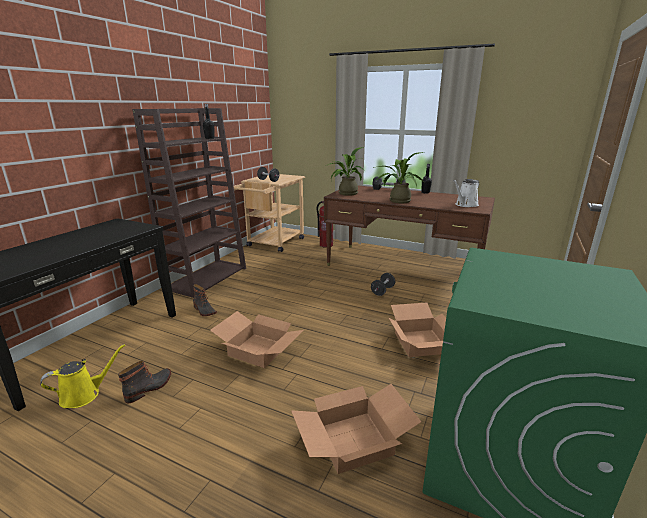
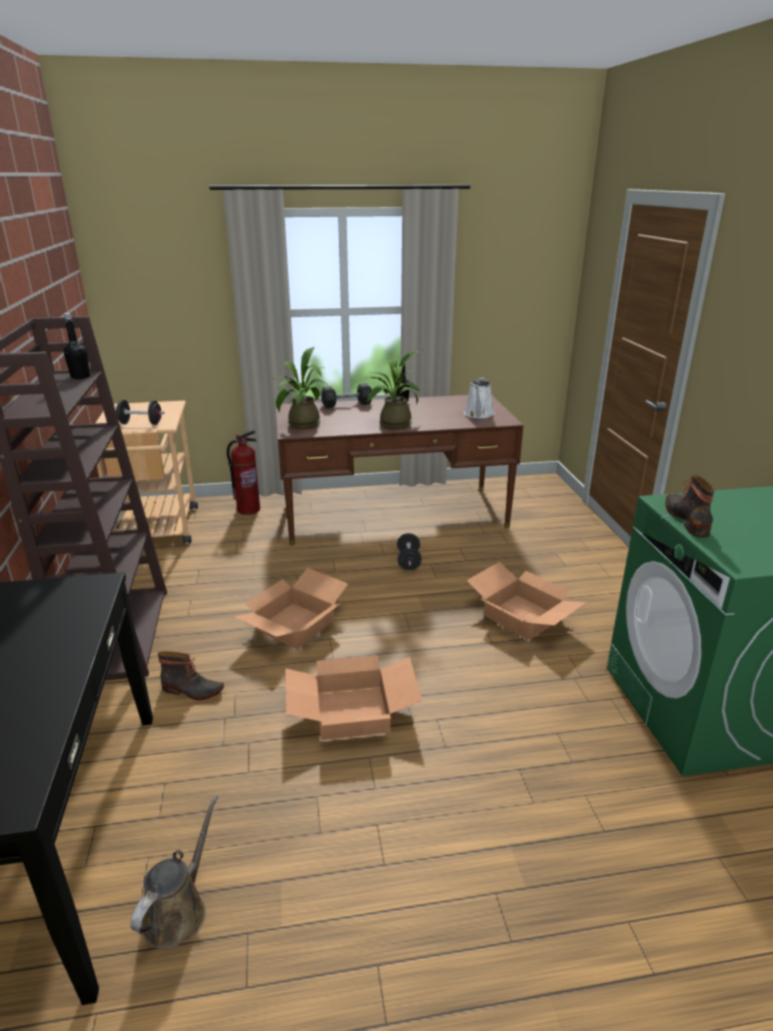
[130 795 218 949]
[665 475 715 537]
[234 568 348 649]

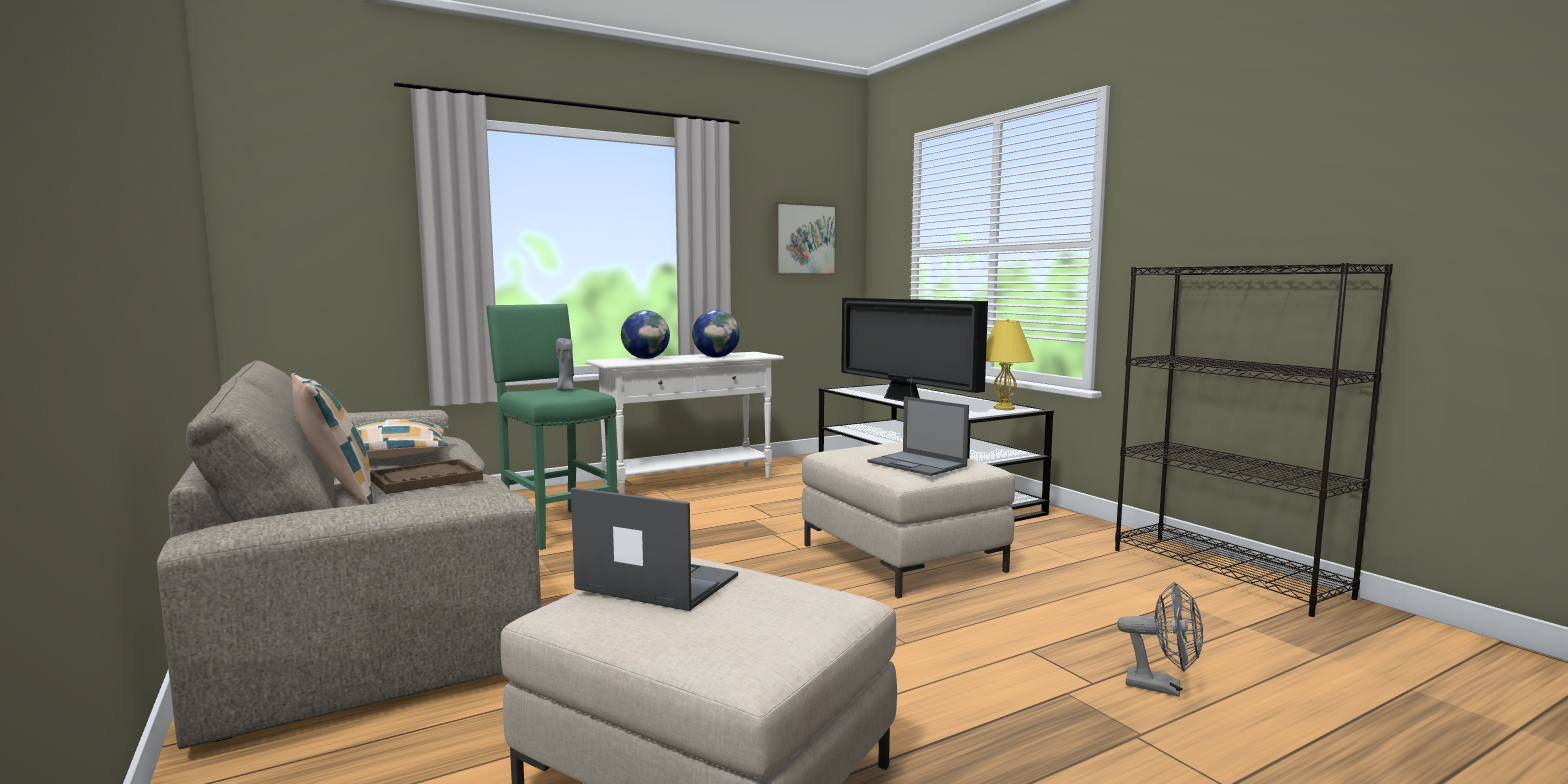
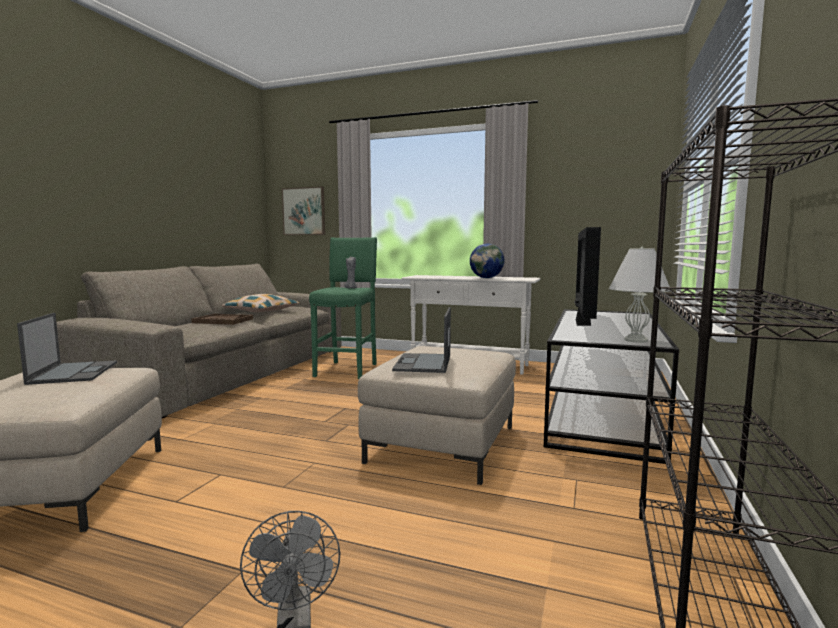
[282 186 325 235]
[621 310 670 359] (first image)
[609 246 671 343]
[291 373 373 505] (first image)

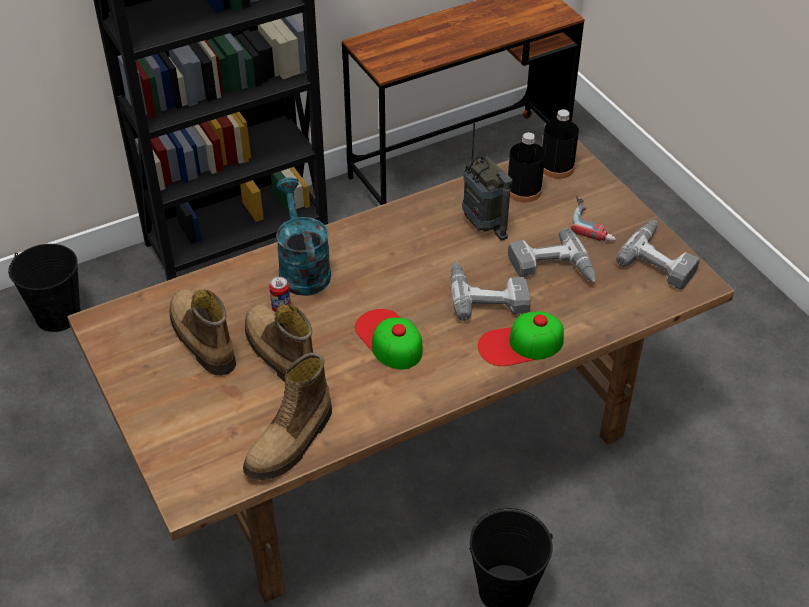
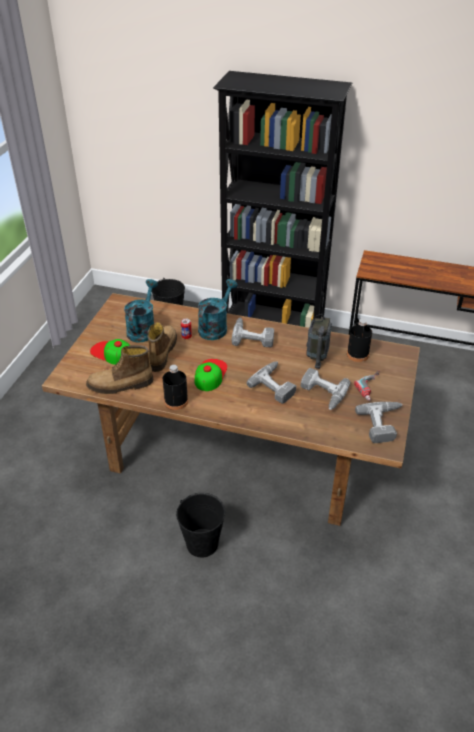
[163 365 188 410]
[124 279 158 343]
[90 339 130 365]
[232 317 274 347]

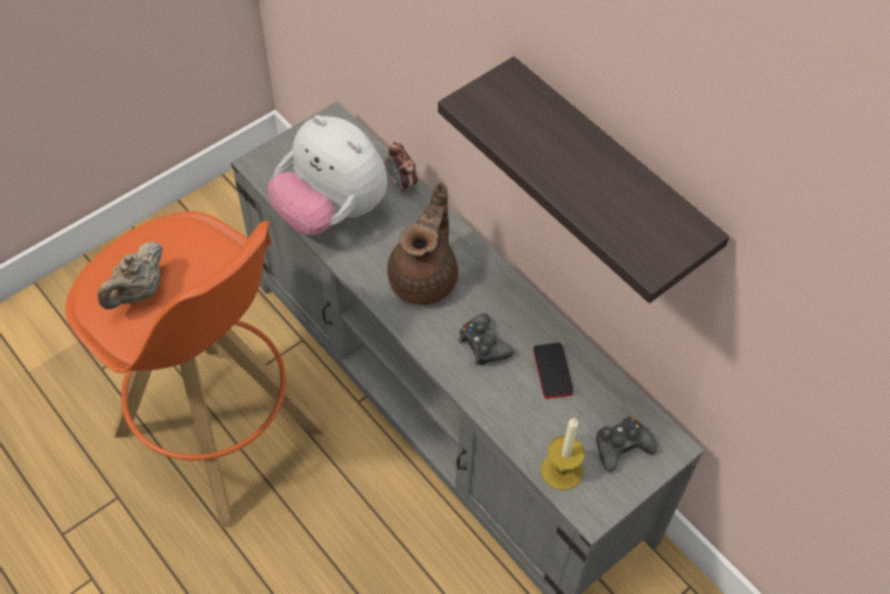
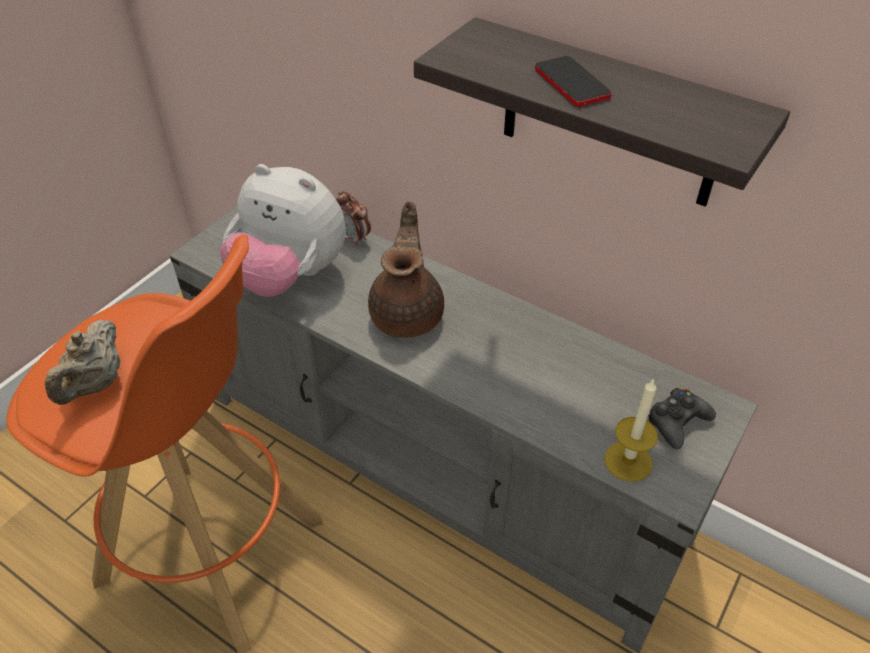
[458 313 515 365] (first image)
[535 56 612 107]

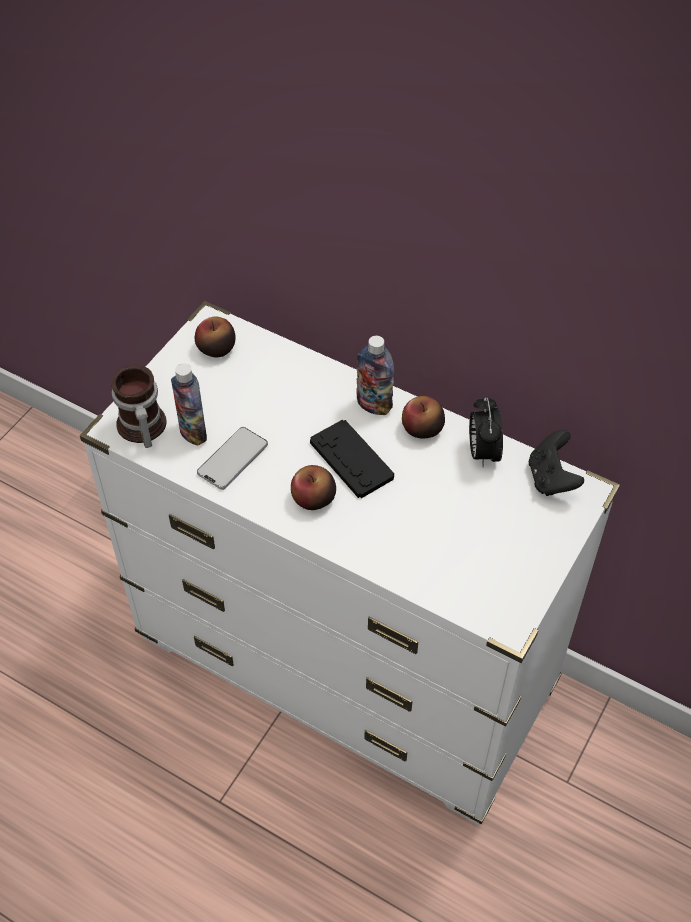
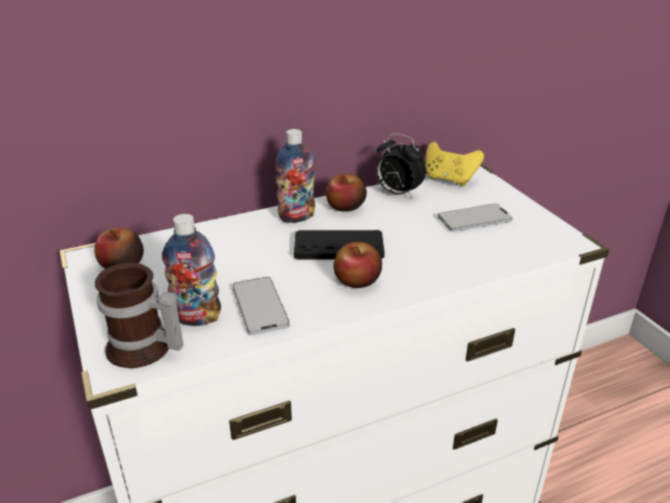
[426 142 484 187]
[438 204 513 232]

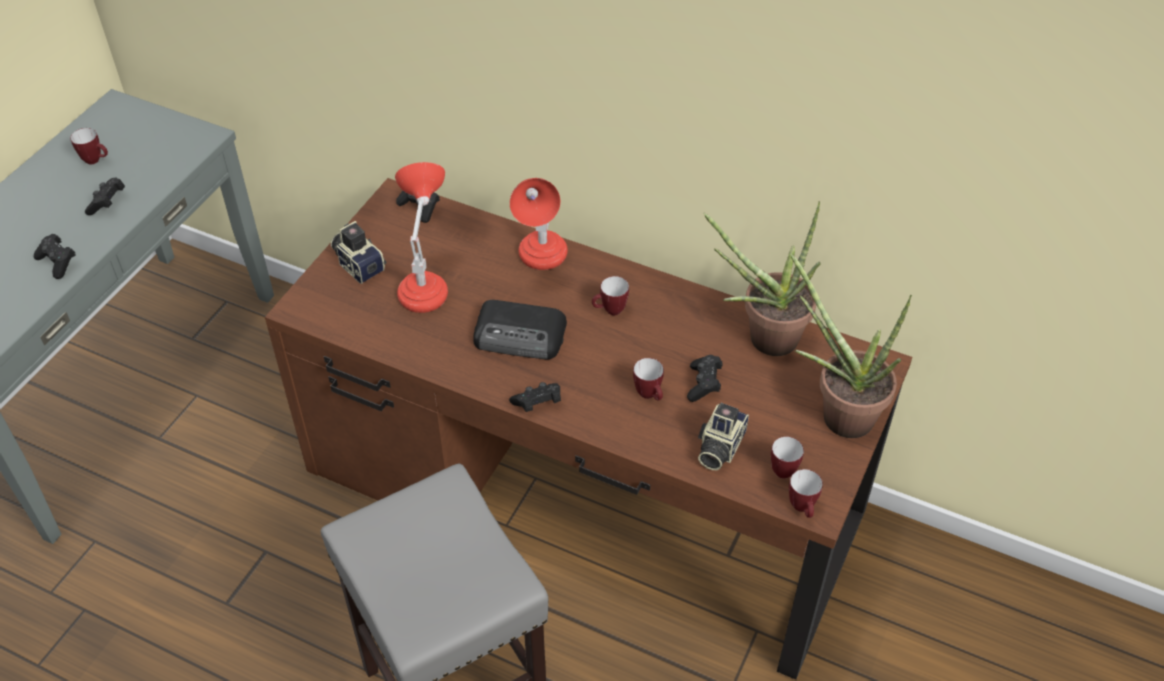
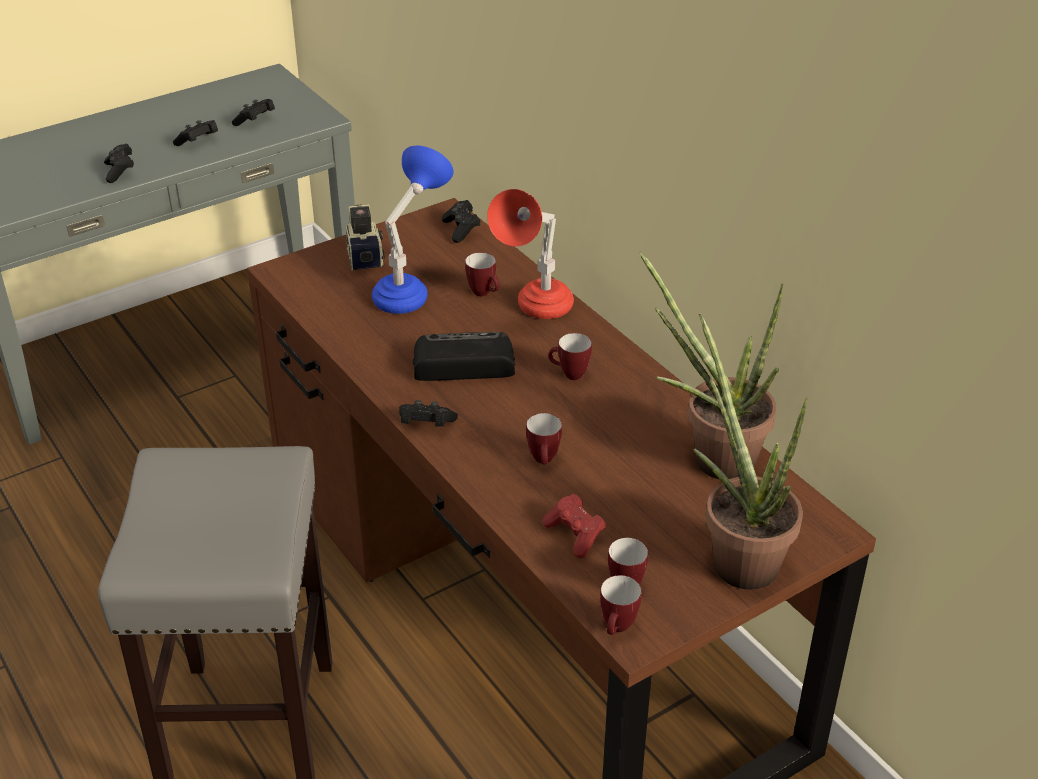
[465 252 500 296]
[372 146 454 314]
[413 332 515 381]
[232 99 275 126]
[543 494 606 558]

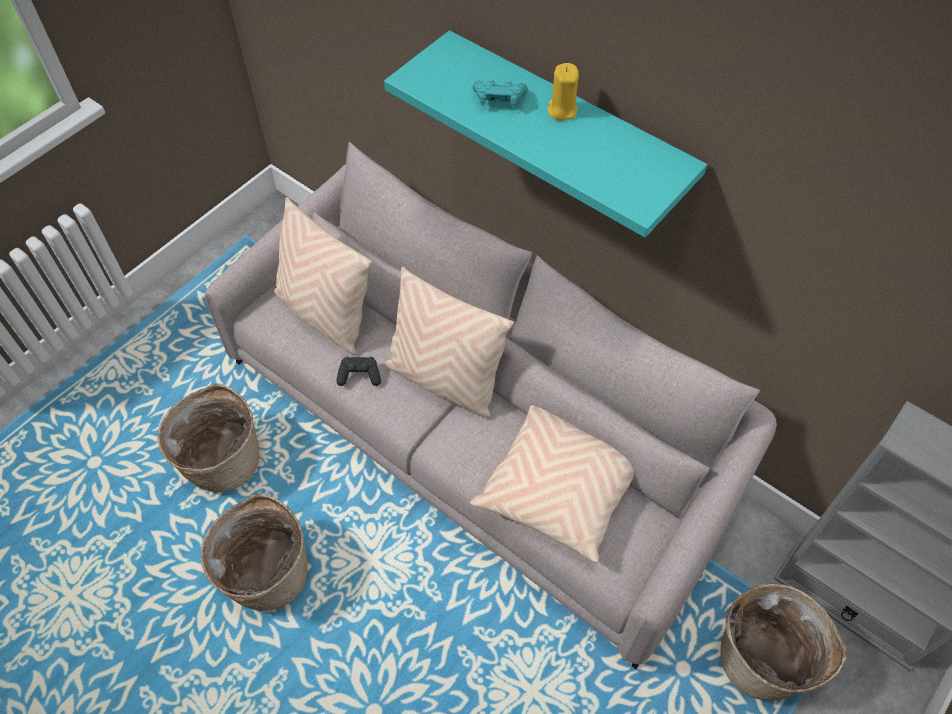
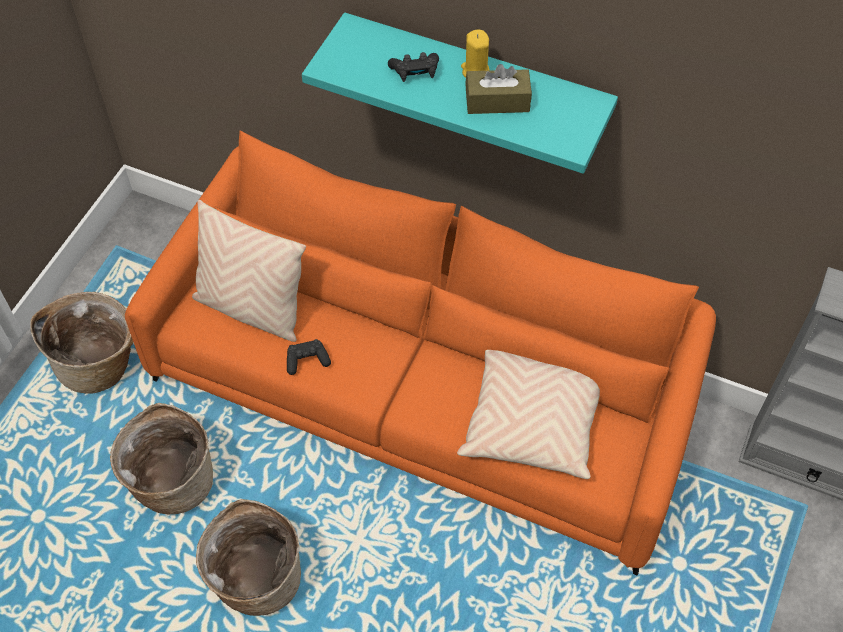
[388 52 439 82]
[125 131 716 576]
[385 267 514 418] (first image)
[30 292 134 394]
[465 64 532 114]

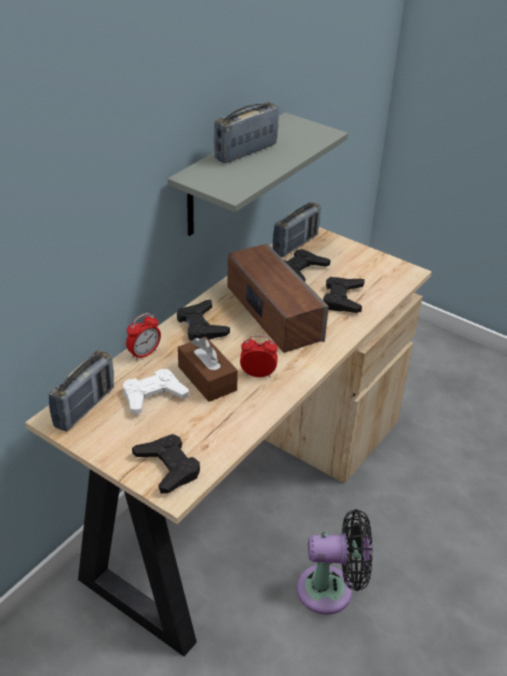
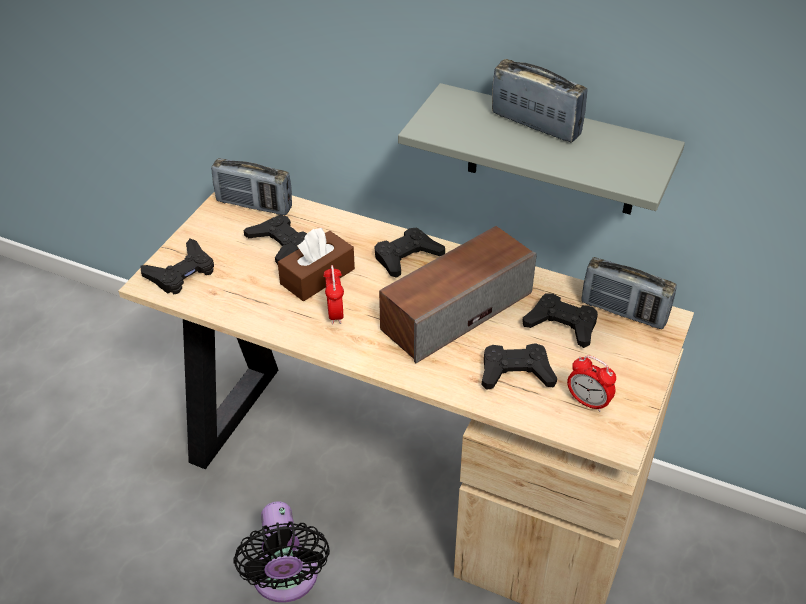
[567 355 616 412]
[243 215 307 265]

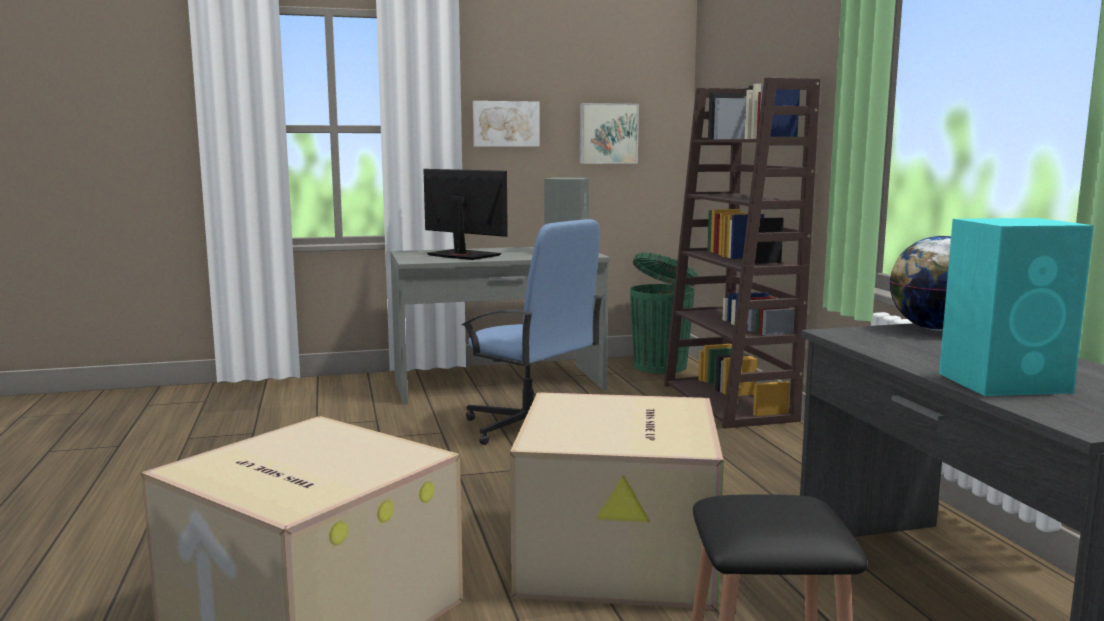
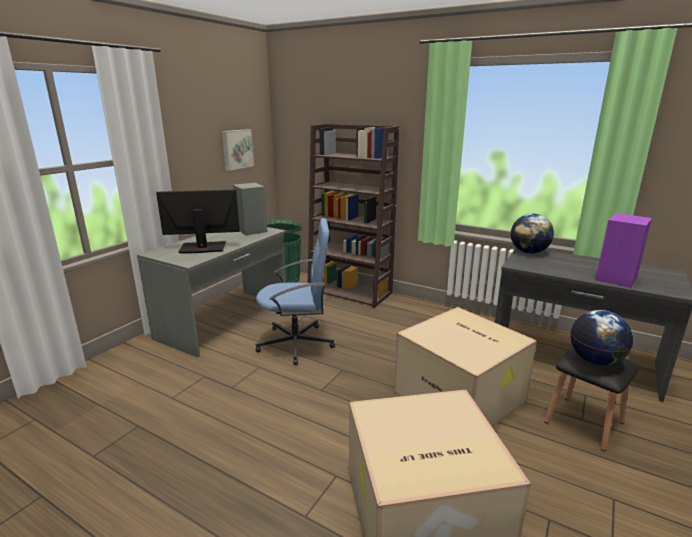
[473 101 540 147] (first image)
[596 213 652 288]
[570 310 633 365]

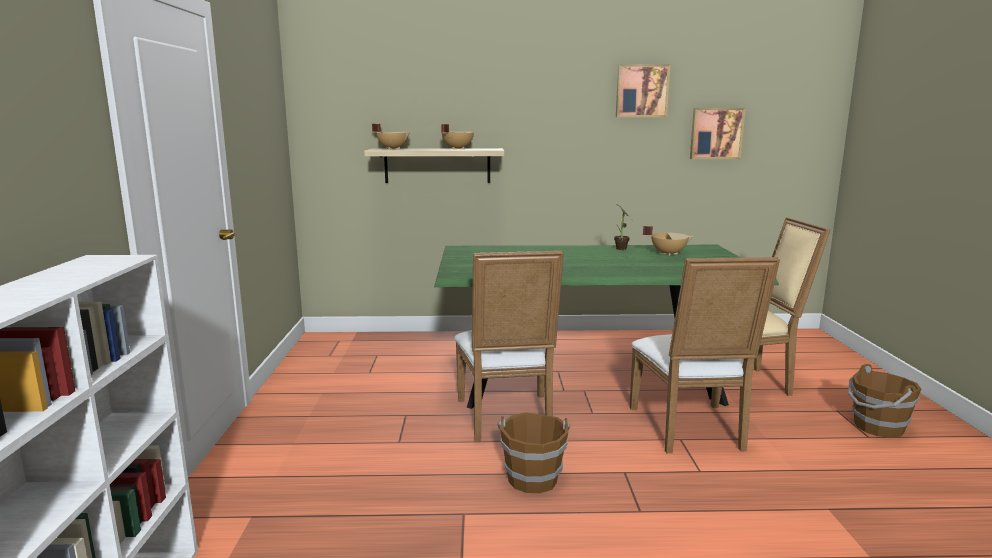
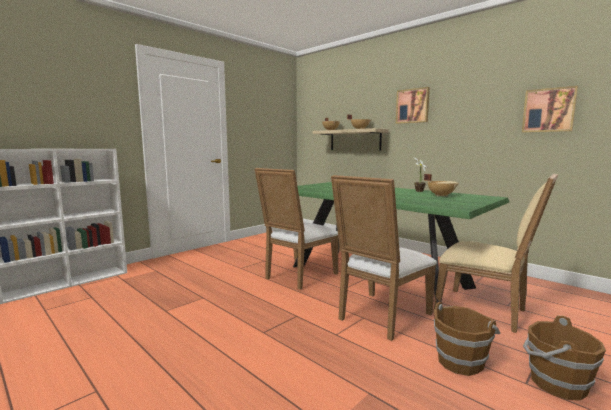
[396 87 430 124]
[434 302 500 376]

